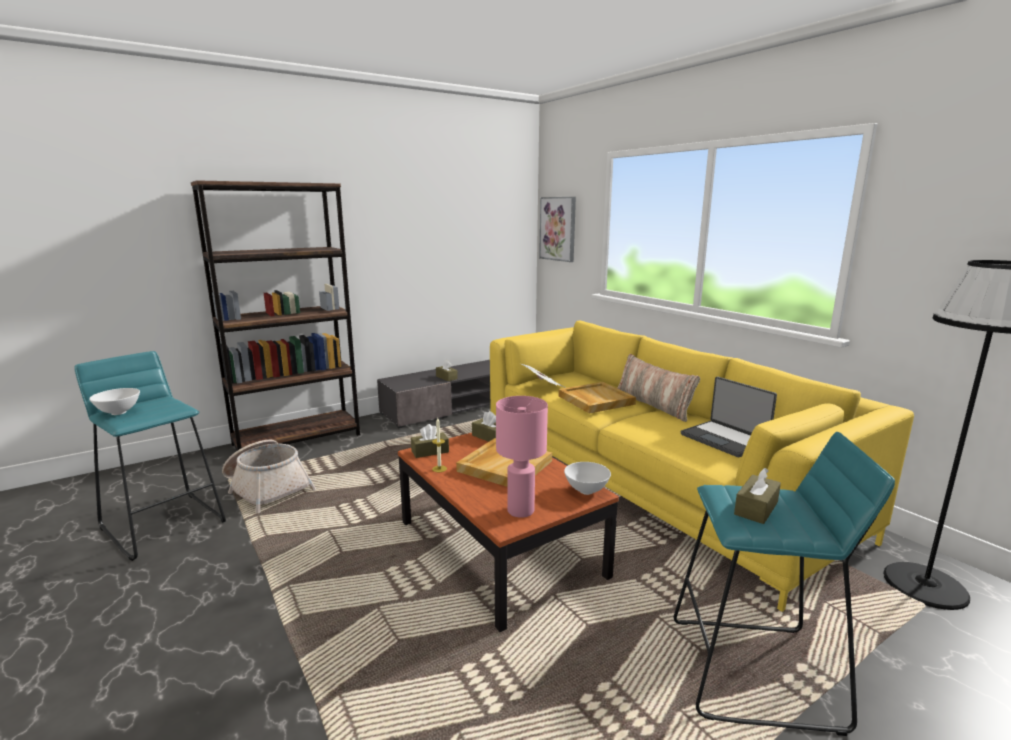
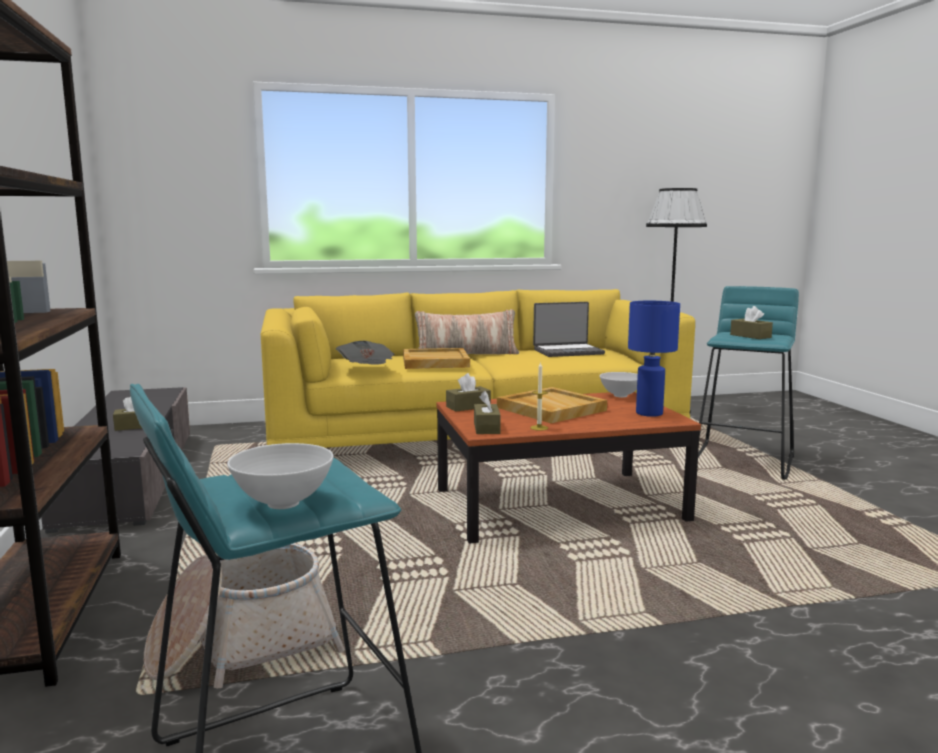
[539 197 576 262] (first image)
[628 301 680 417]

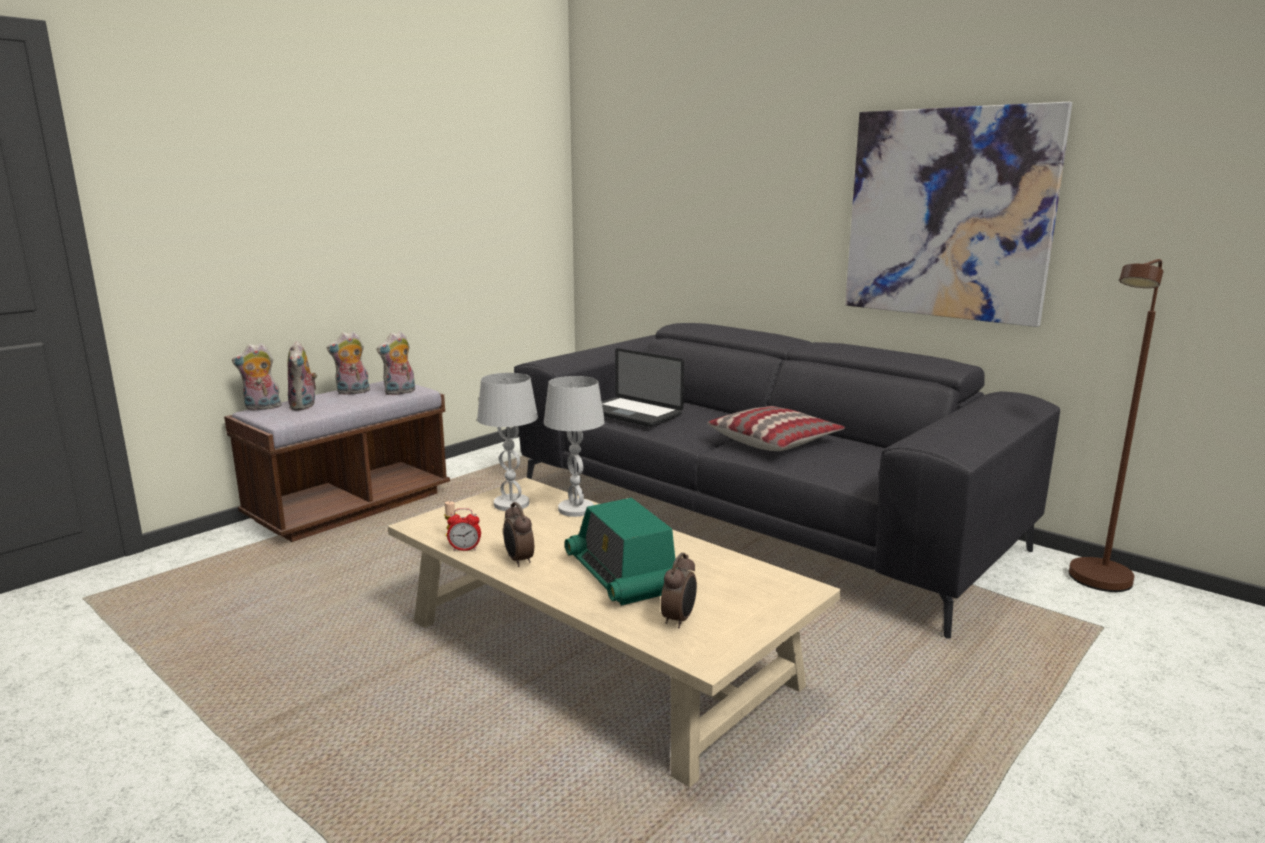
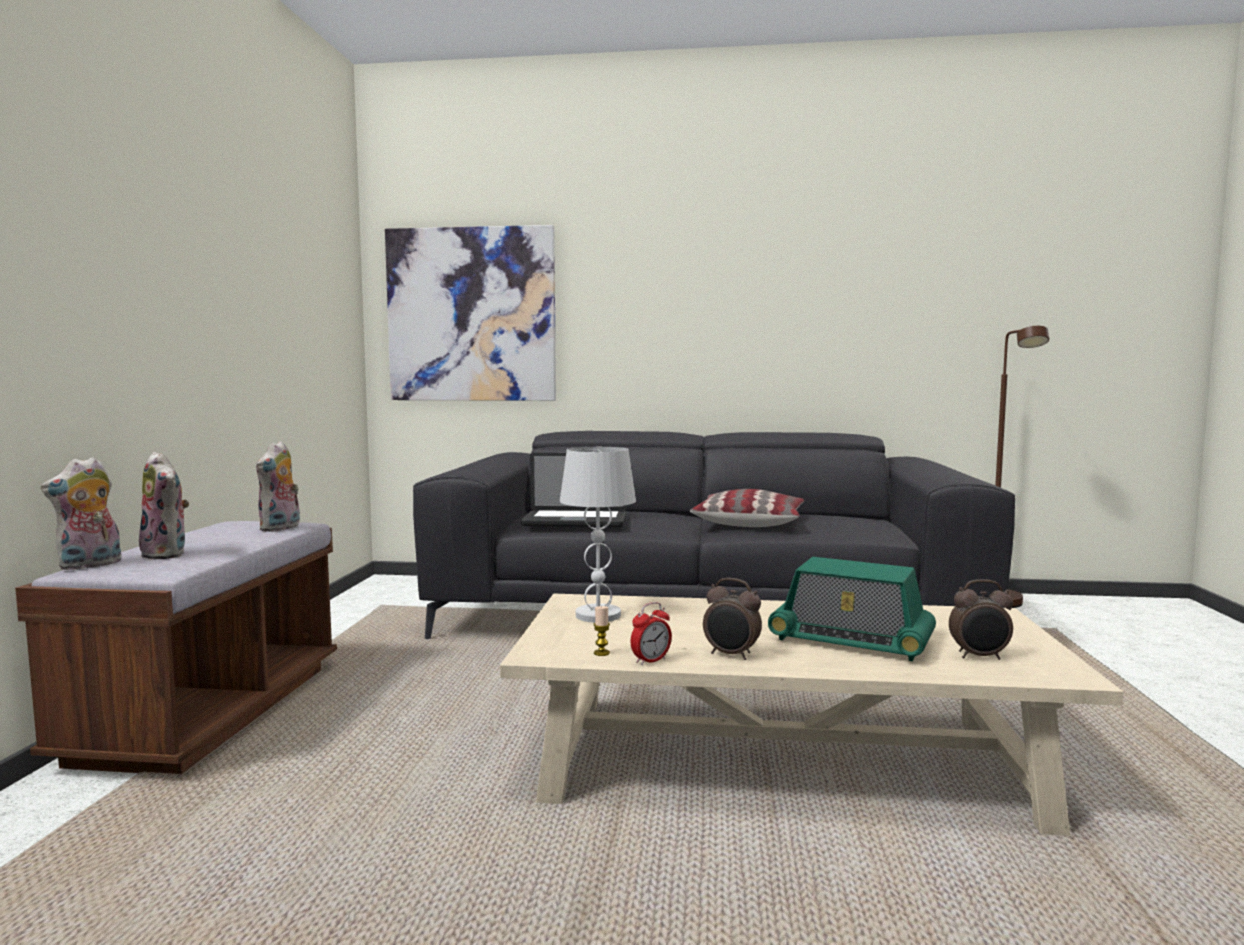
[385 225 556 401]
[327 331 370 395] (first image)
[544 376 605 517] (first image)
[949 579 1013 660]

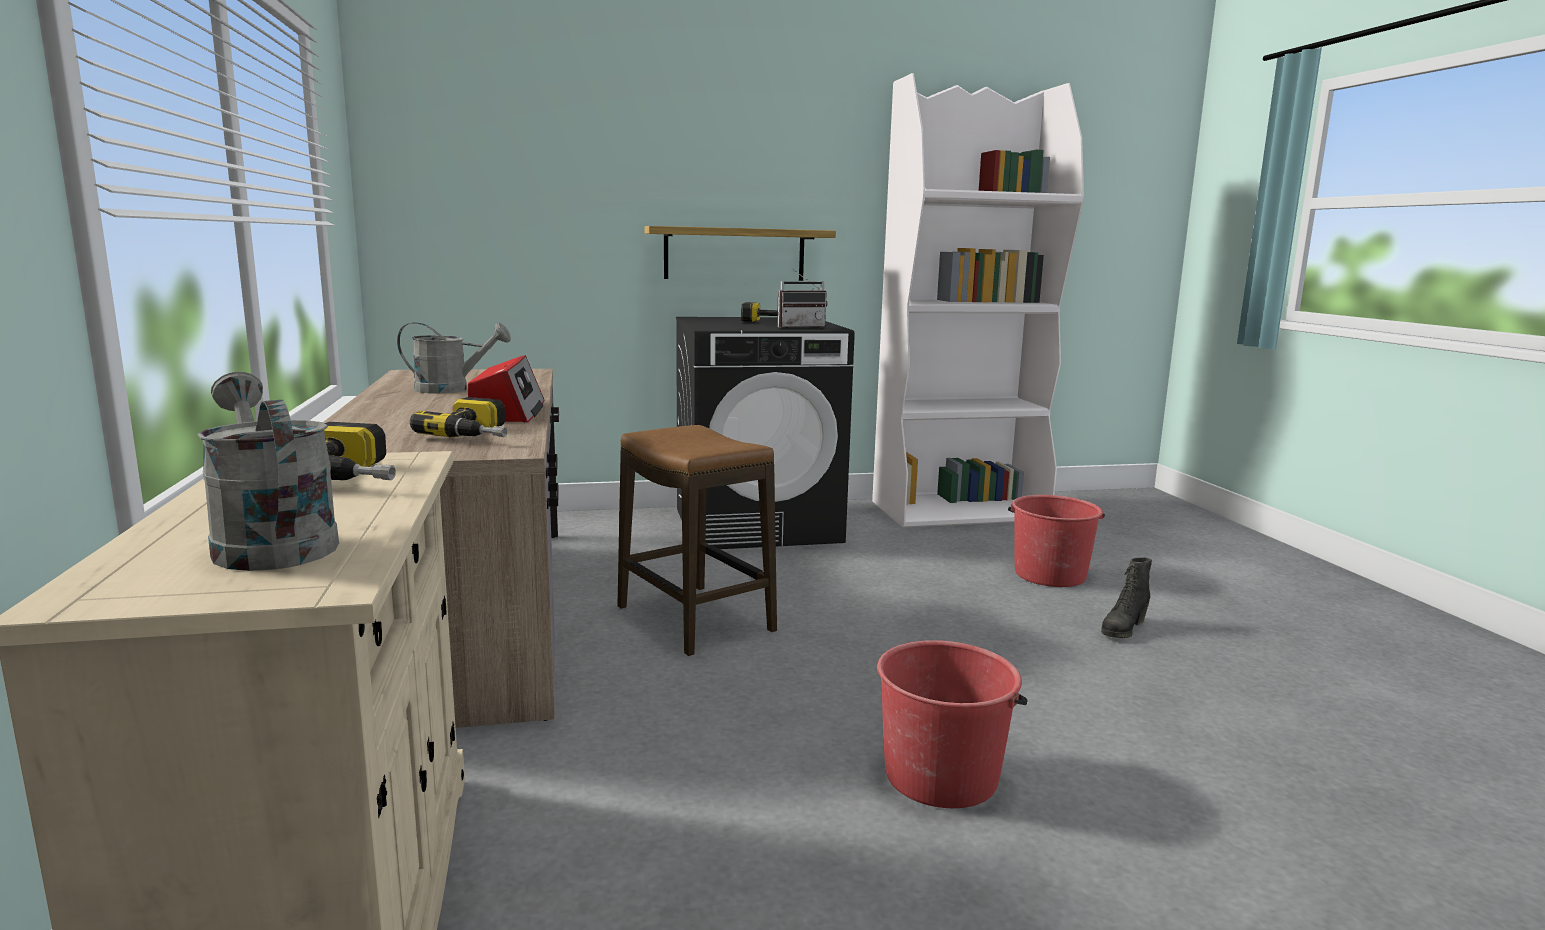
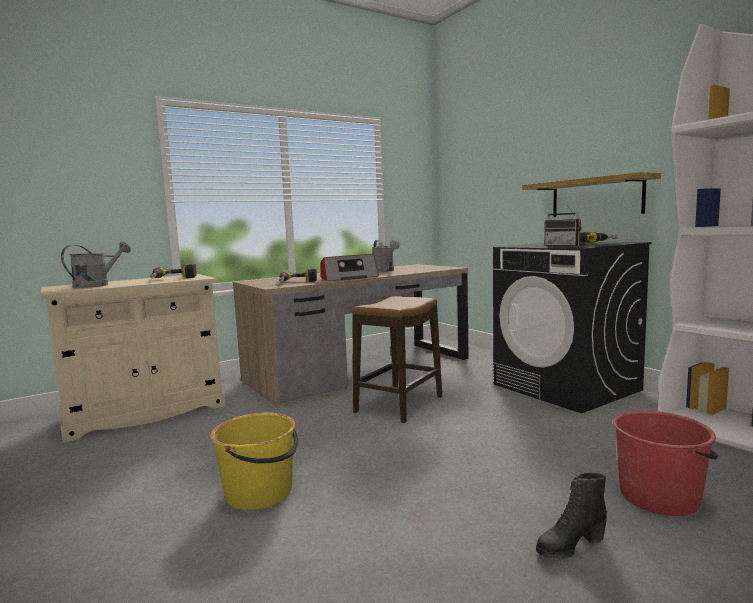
[536 472 607 559]
[210 413 298 510]

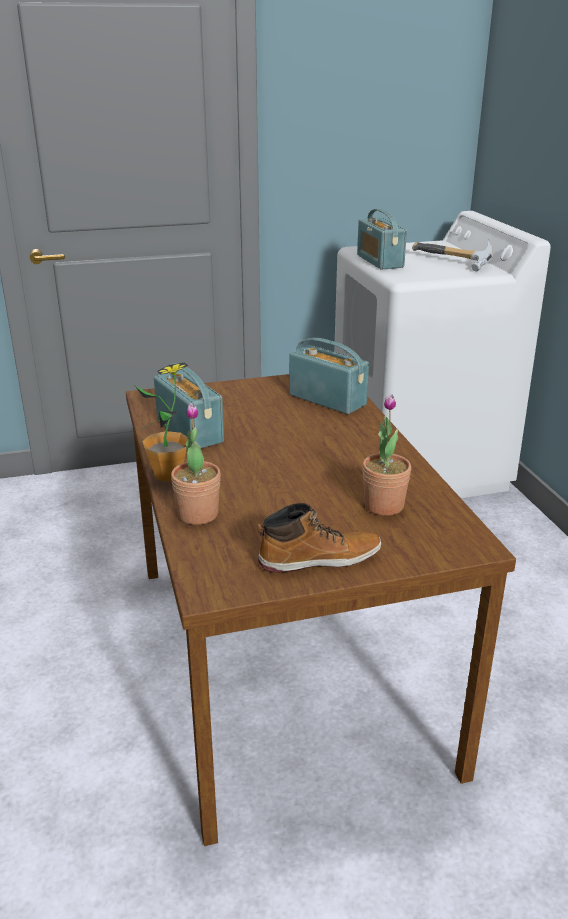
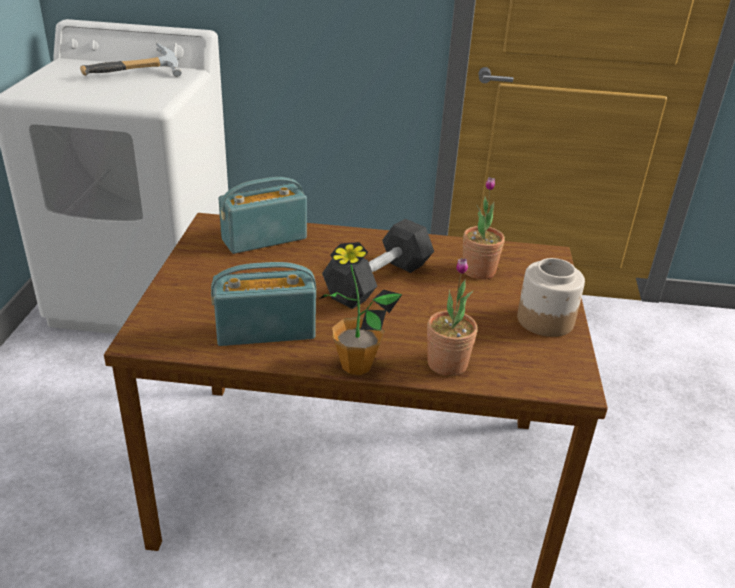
[357 209 407 270] (first image)
[517 258 585 337]
[322 219 434 309]

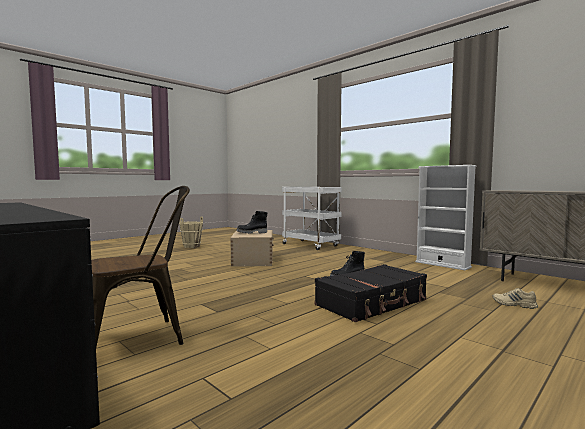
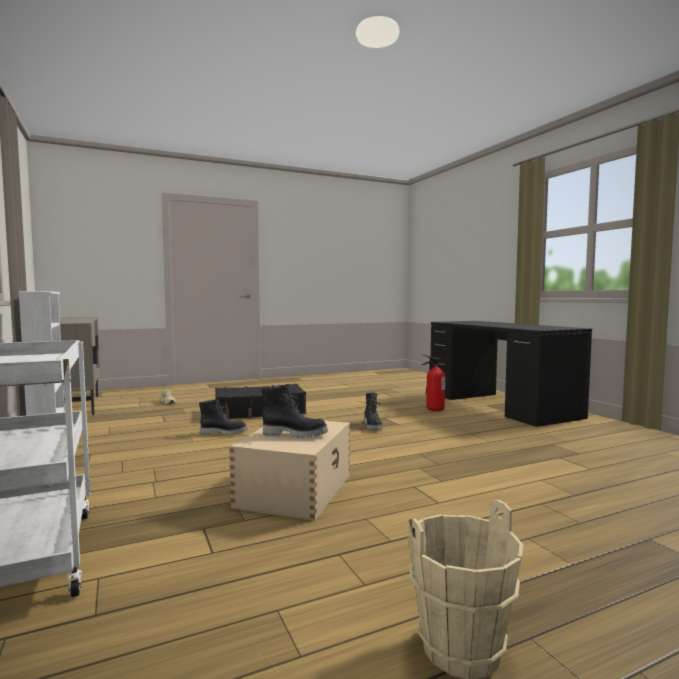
[421 354 445 411]
[364 392 383 430]

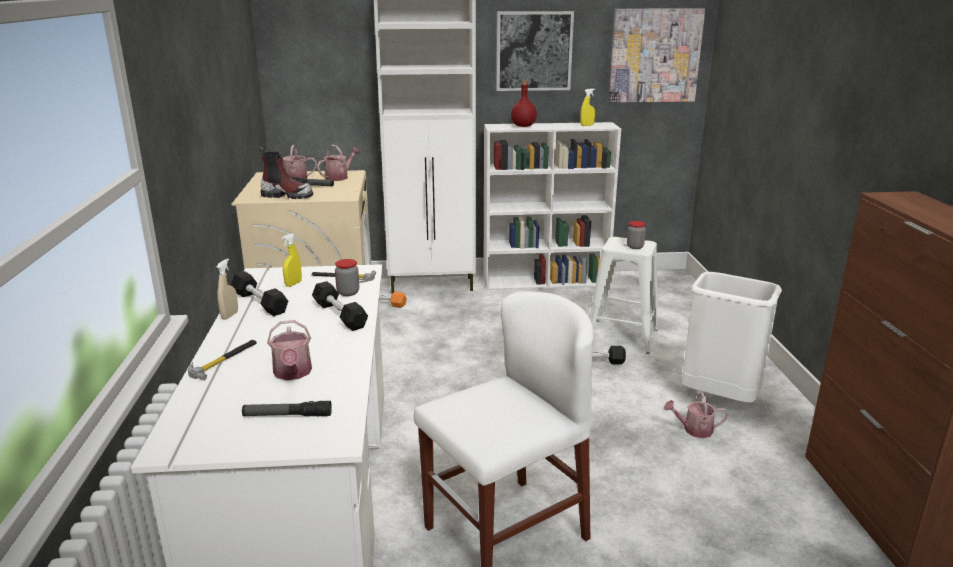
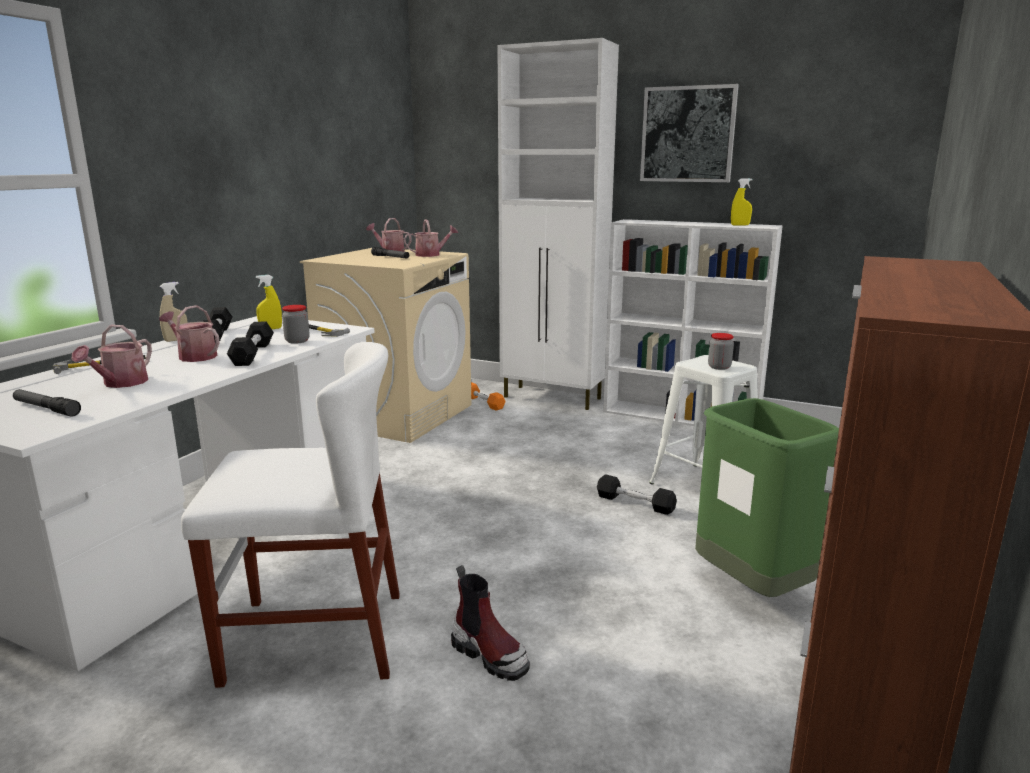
[608 8 705 103] (first image)
[511 80 537 127] (first image)
[451 565 530 681]
[695 398 839 597]
[159 305 220 362]

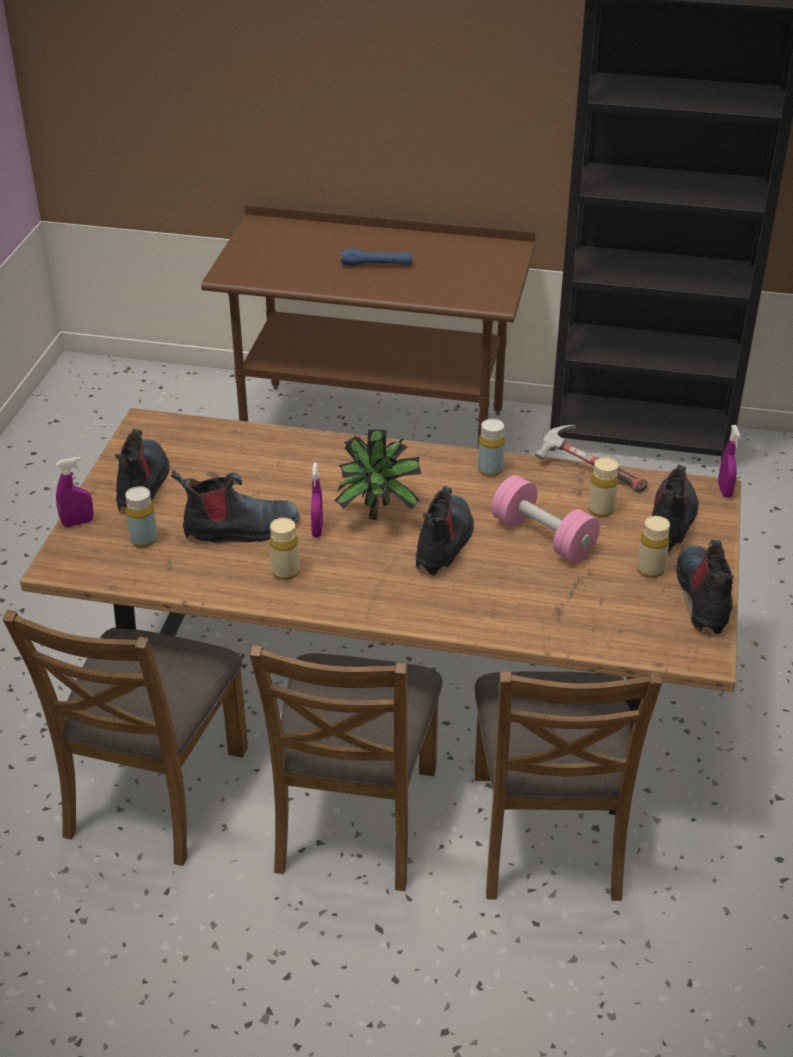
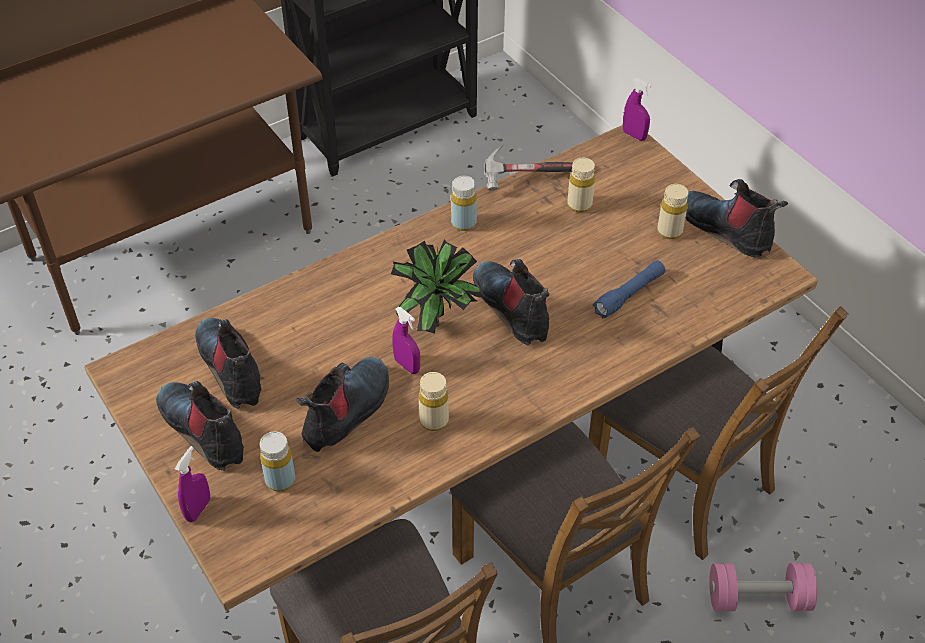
[593 260 665 319]
[195 318 262 409]
[709 563 817 611]

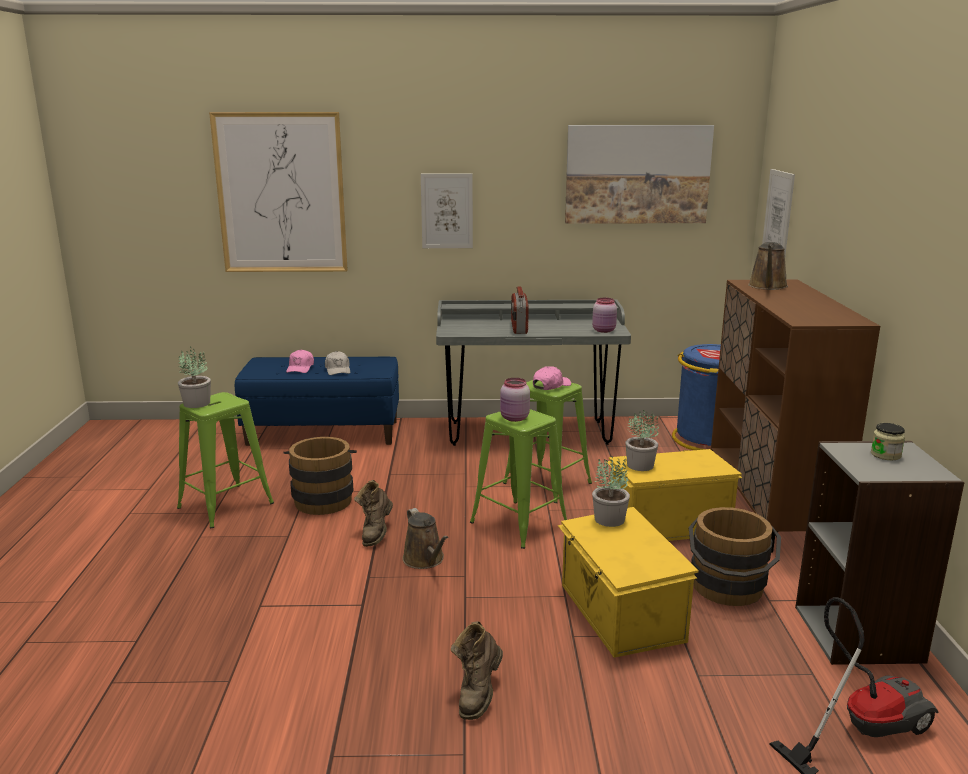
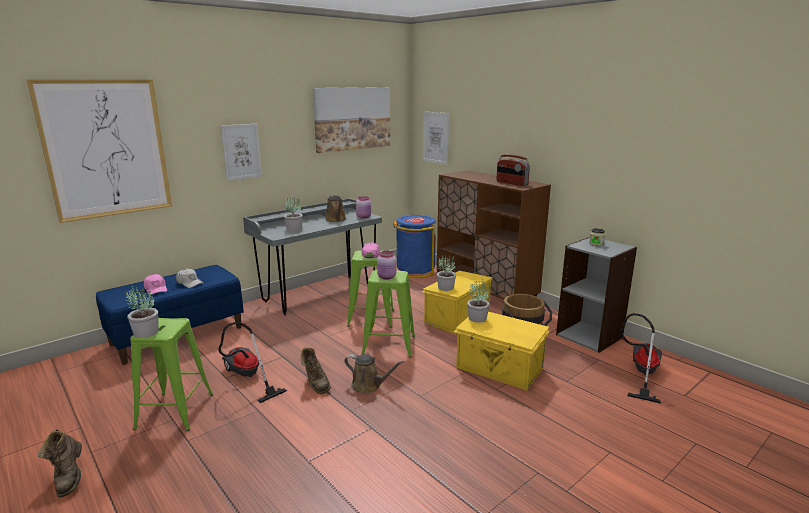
[325 195 346 222]
[496 155 530 186]
[218 322 287 403]
[38 430 82 497]
[284 198 303 231]

